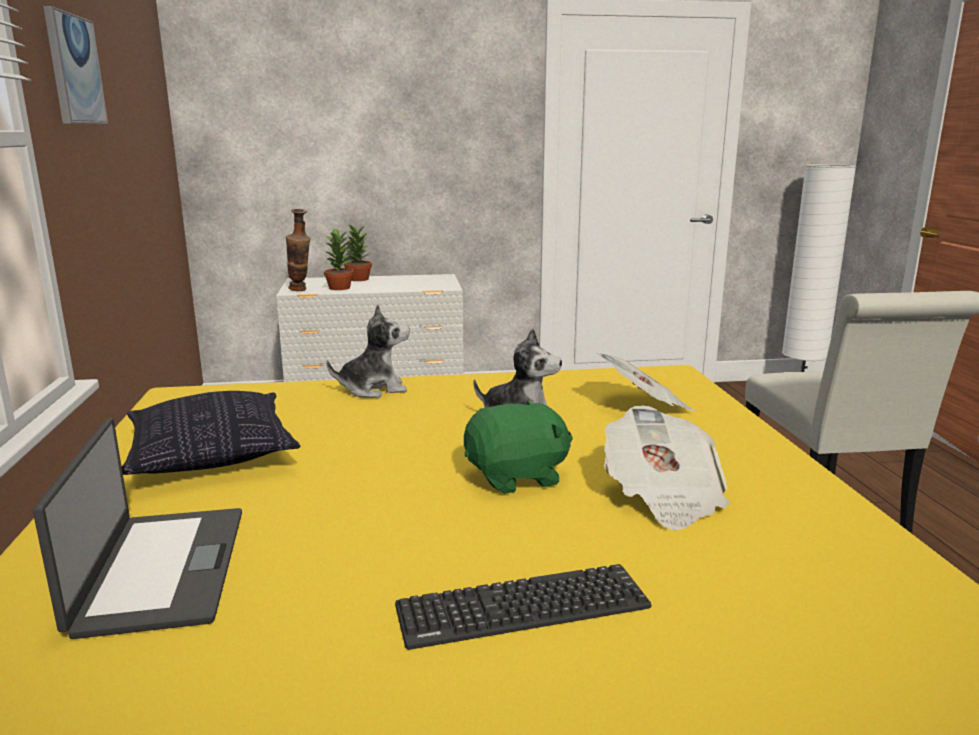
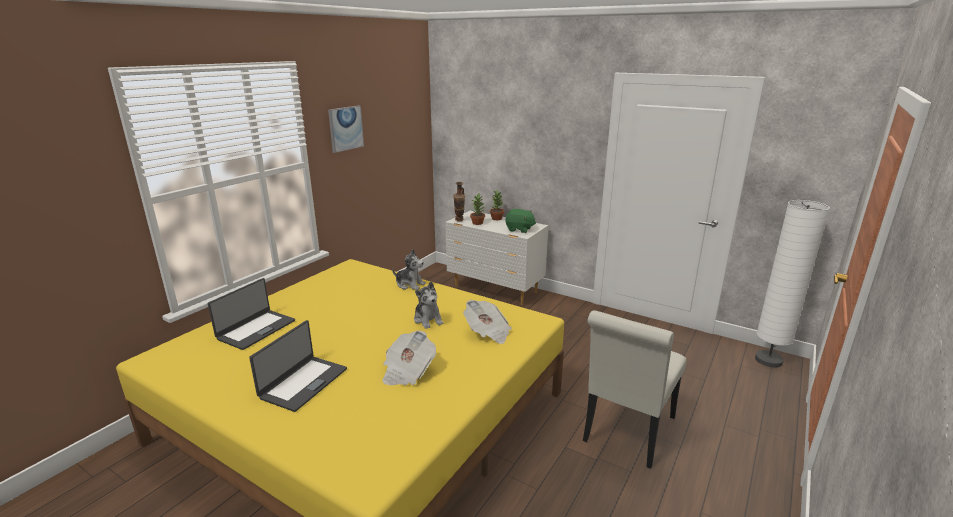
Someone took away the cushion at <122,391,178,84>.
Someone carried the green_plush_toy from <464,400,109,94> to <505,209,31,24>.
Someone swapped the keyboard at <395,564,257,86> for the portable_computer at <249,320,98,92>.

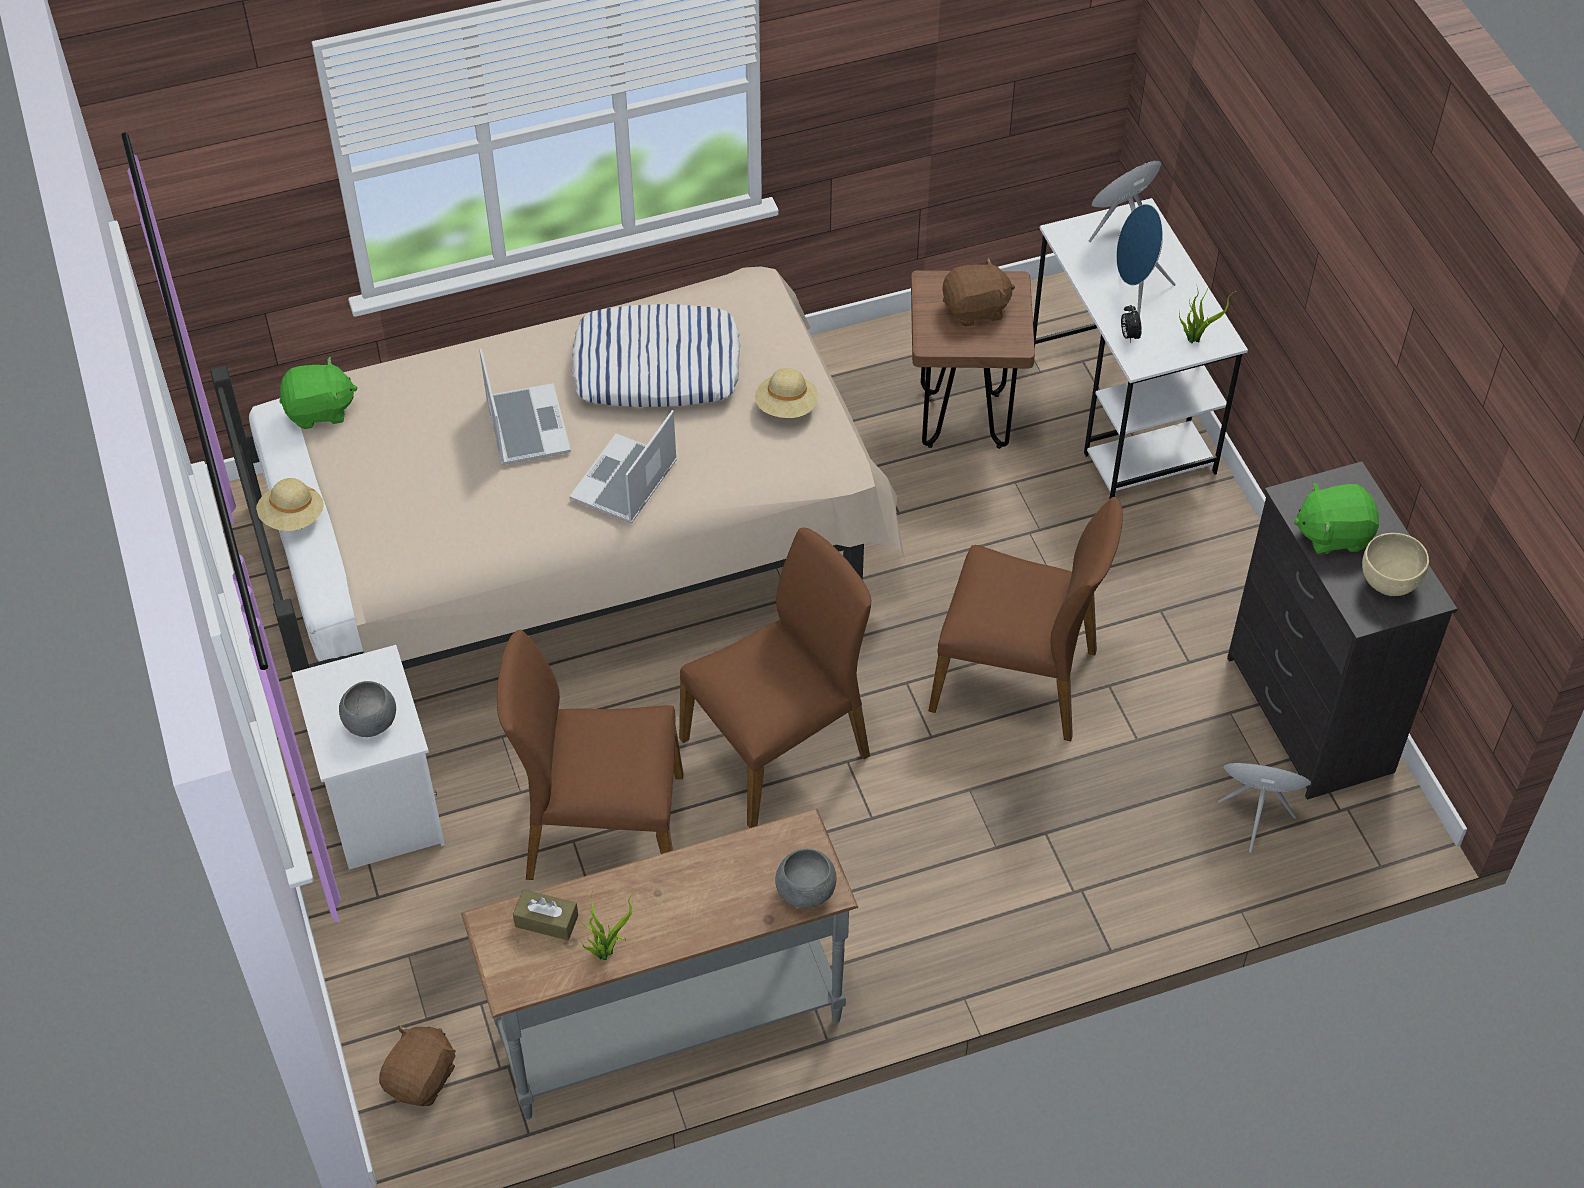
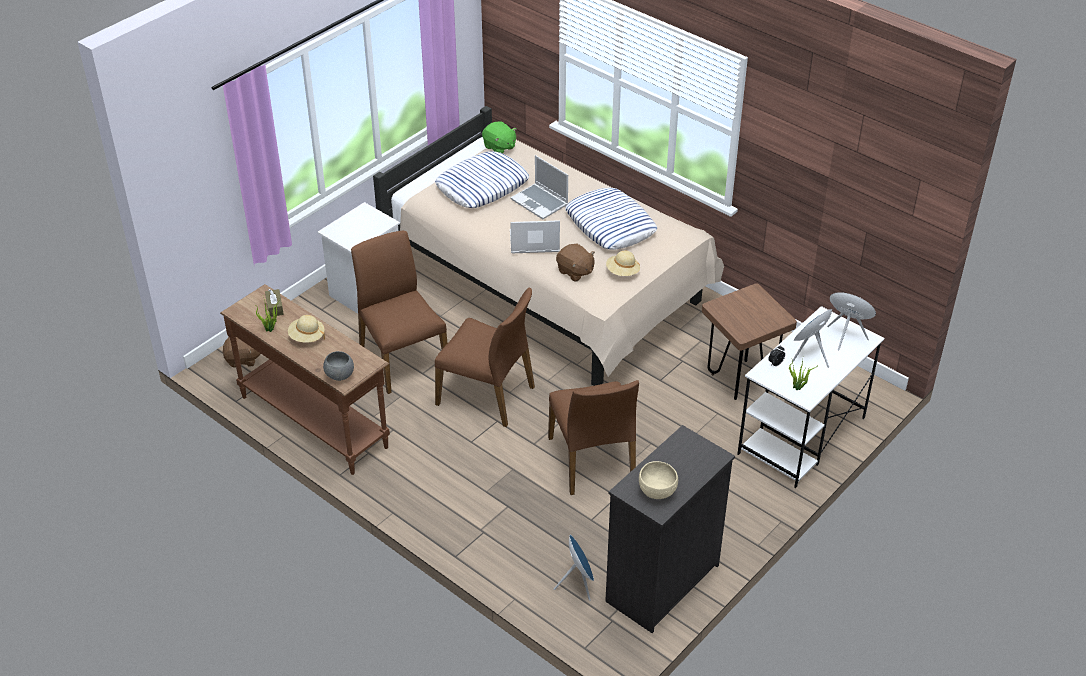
Someone took away the grey_bowl at <339,681,57,56>.
Someone took away the green_plush_toy at <1294,482,85,73>.
Someone put down the cushion at <435,151,94,57>.
Someone carried the beige-coloured_hat from <256,478,68,53> to <288,315,37,28>.
Someone carried the brownish_plush_toy from <942,257,73,70> to <556,243,39,39>.
Someone repainted the grey_narrow_table at <461,809,397,310>, which became the brownish_narrow_table at <220,284,170,191>.
Someone rotated the portable_computer at <479,349,92,116> by 90 degrees clockwise.

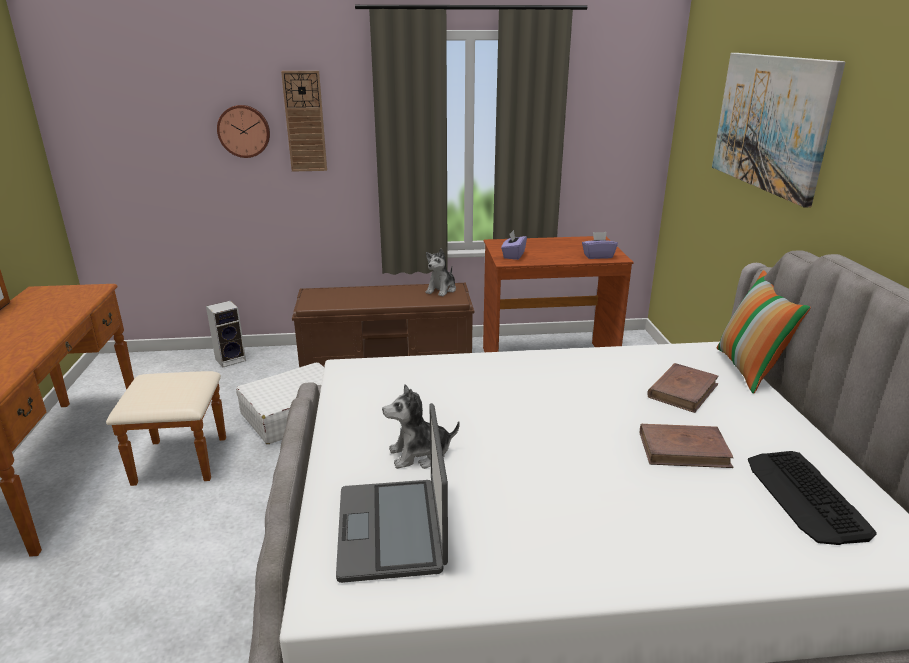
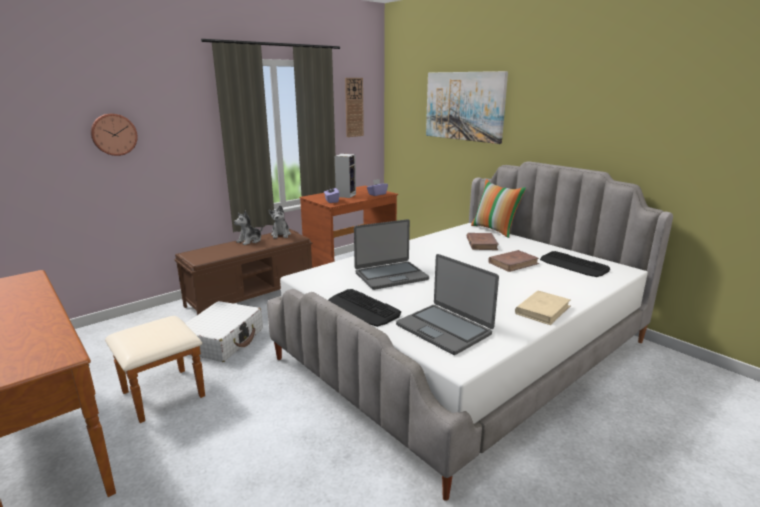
Someone put down the keyboard at <328,289,73,38>.
Someone put down the portable_computer at <354,219,75,71>.
Someone put down the beige-coloured_book at <515,290,55,35>.
Someone carried the audio_speaker from <206,301,40,66> to <335,154,21,44>.
Someone carried the hanging_clock from <281,71,46,101> to <345,78,19,59>.
Someone carried the plush_toy from <382,384,78,85> to <234,211,29,34>.

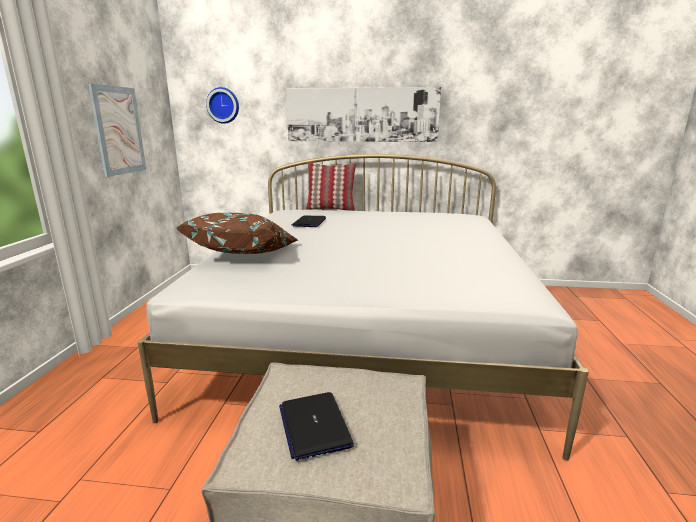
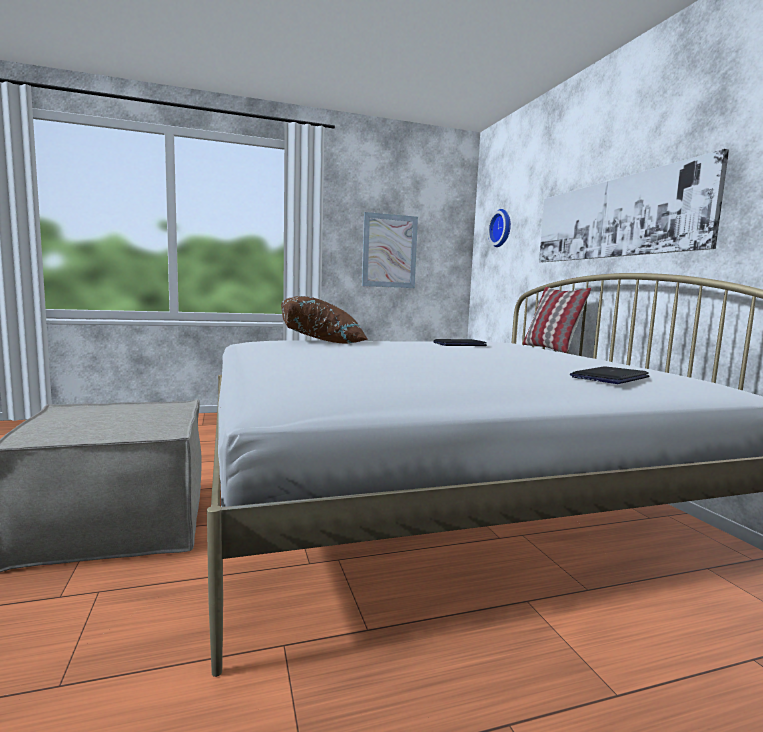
Someone carried the portable_computer from <279,392,75,69> to <570,366,79,18>.

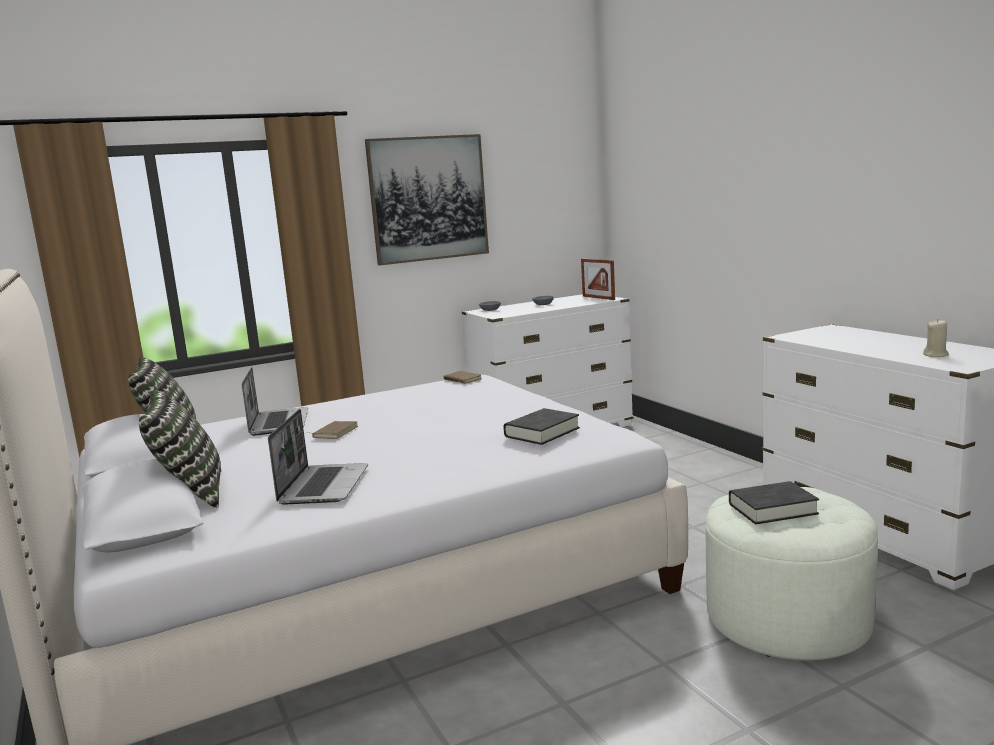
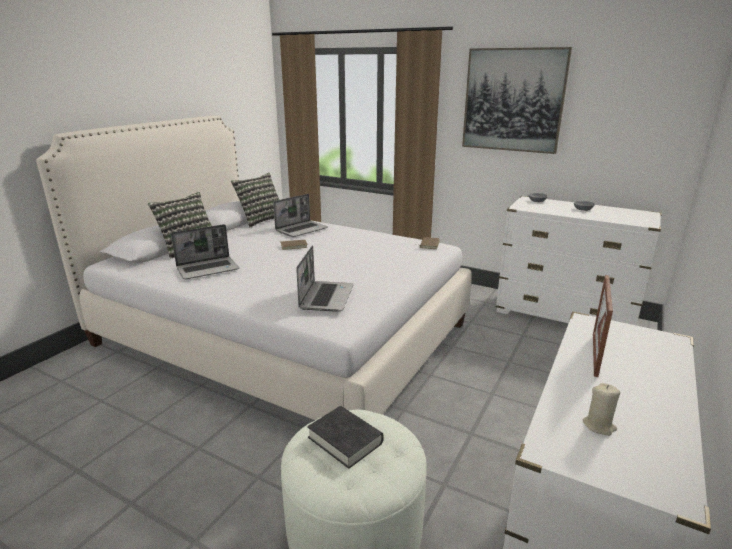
Someone carried the photo_frame from <581,259,34,41> to <593,275,20,102>.
Someone swapped the black_book at <503,408,77,37> for the portable_computer at <296,245,58,67>.

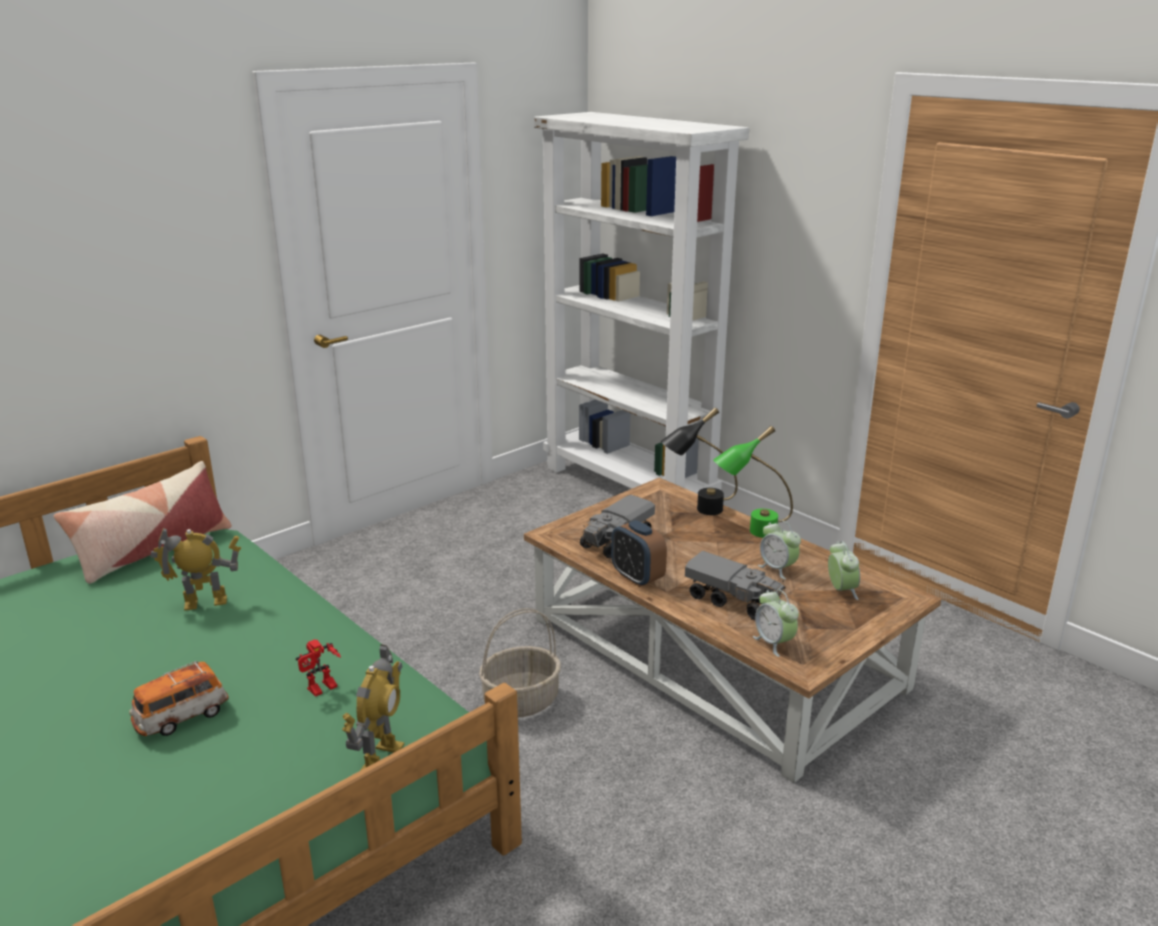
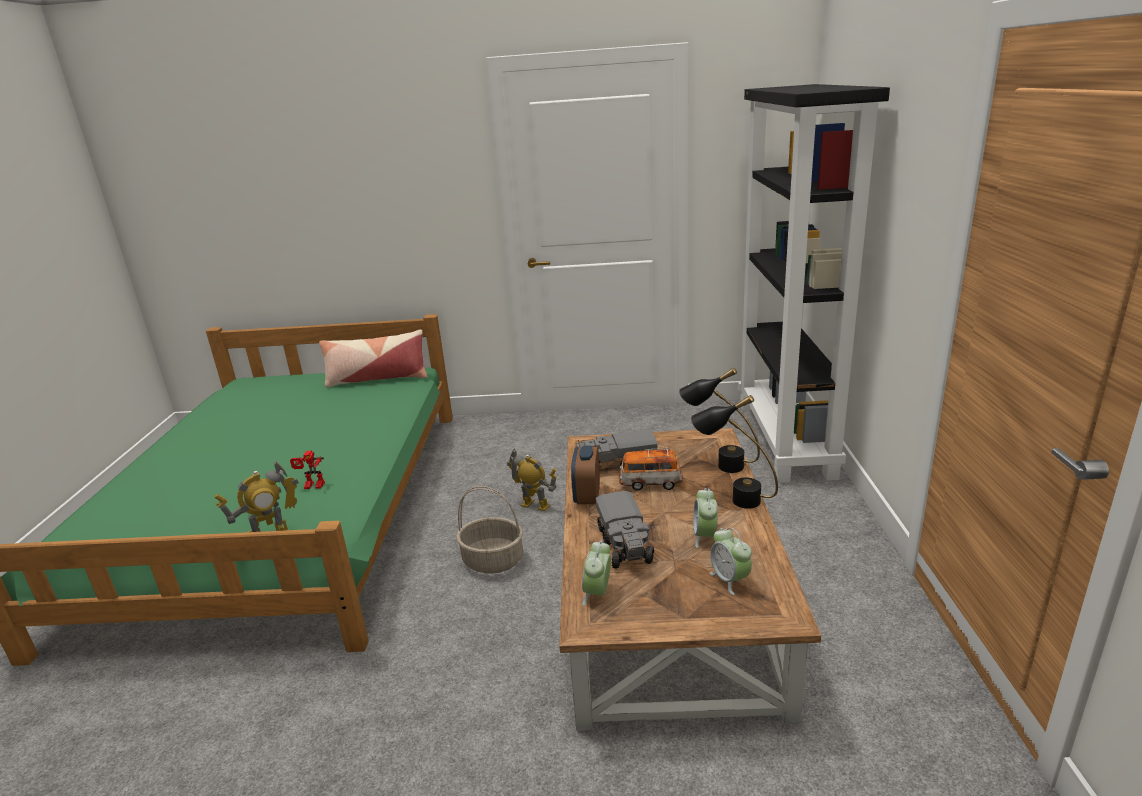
Someone carried the miniature_car from <129,661,100,75> to <619,448,64,43>.
Someone carried the model_robot from <151,527,90,84> to <507,449,50,62>.
Someone repainted the white_shelving_unit at <534,112,215,382>, which became the black_shelving_unit at <738,84,152,399>.
Someone repainted the green_table_lamp at <713,426,80,112>, which became the black_table_lamp at <691,395,87,114>.
Someone rotated the table_clock at <828,541,32,59> by 120 degrees clockwise.

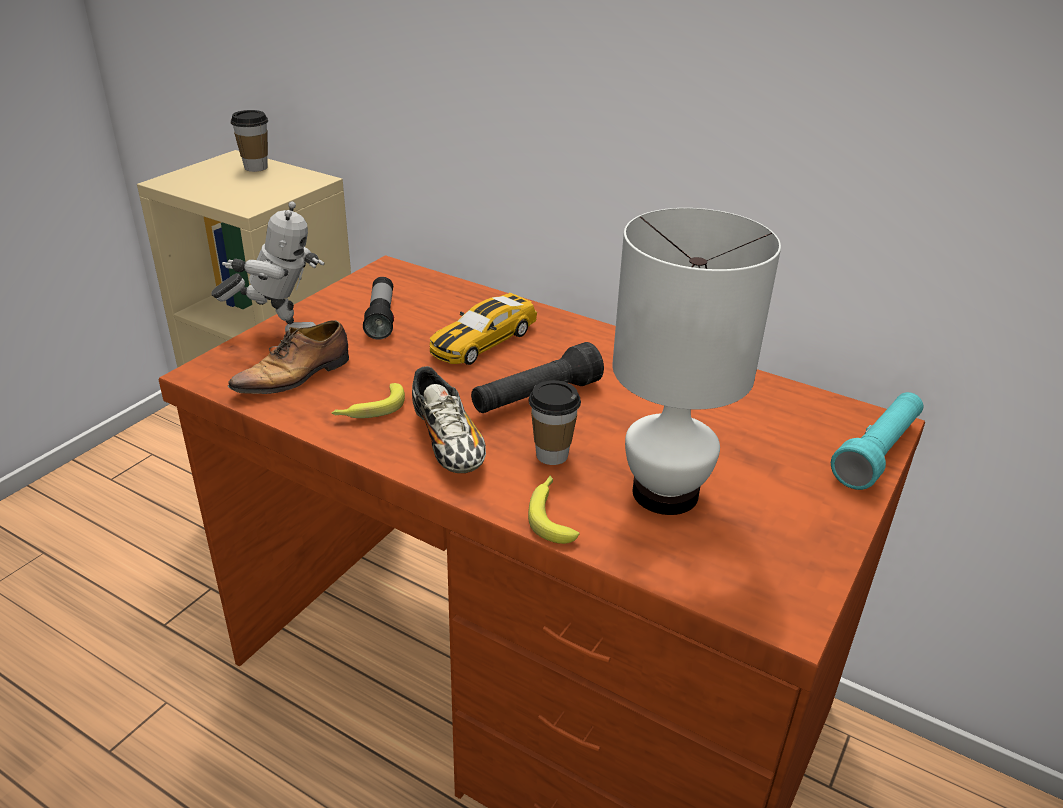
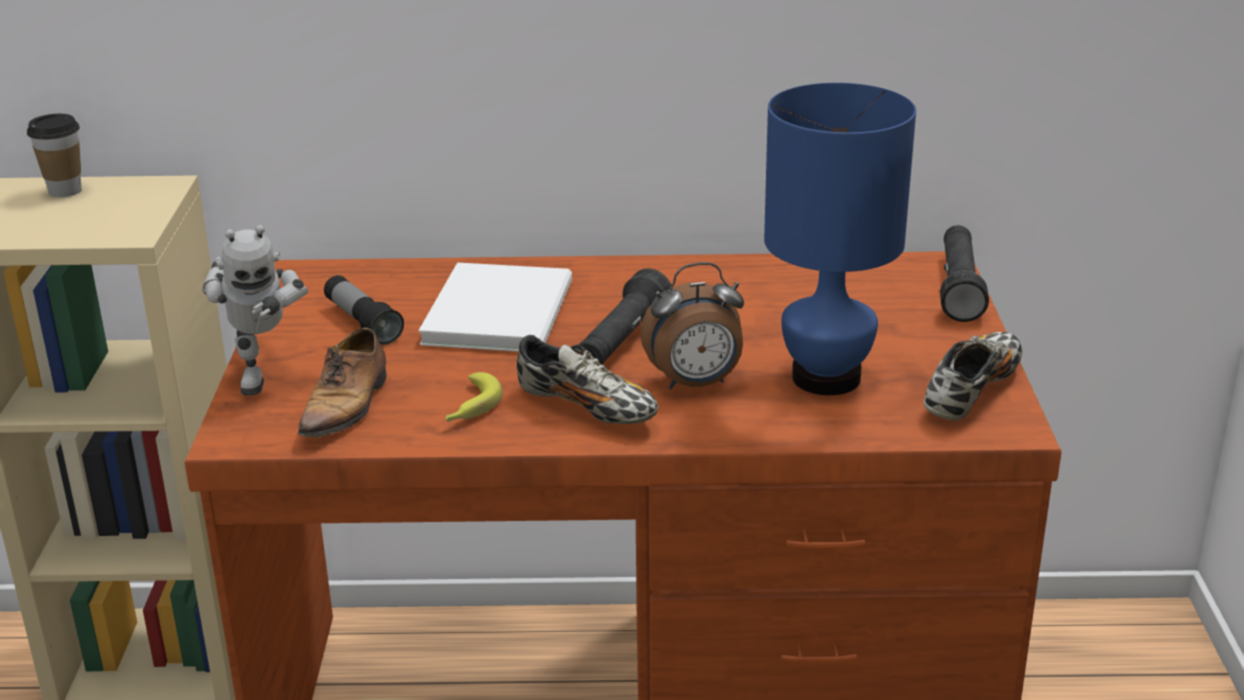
Someone took away the banana at <528,475,52,69>.
Someone put down the shoe at <924,332,98,89>.
Someone swapped the miniature_car at <430,292,107,73> for the white_book at <418,262,154,90>.
Someone swapped the small_cup at <528,380,53,85> for the table_clock at <640,262,104,127>.
Someone repainted the white_table_lamp at <612,208,169,307>, which became the bluish_table_lamp at <764,83,152,312>.
Someone repainted the blue-green_hand_torch at <831,392,92,98>, which became the black_hand_torch at <940,225,49,97>.
Someone rotated the model_robot at <211,201,113,131> by 105 degrees clockwise.

